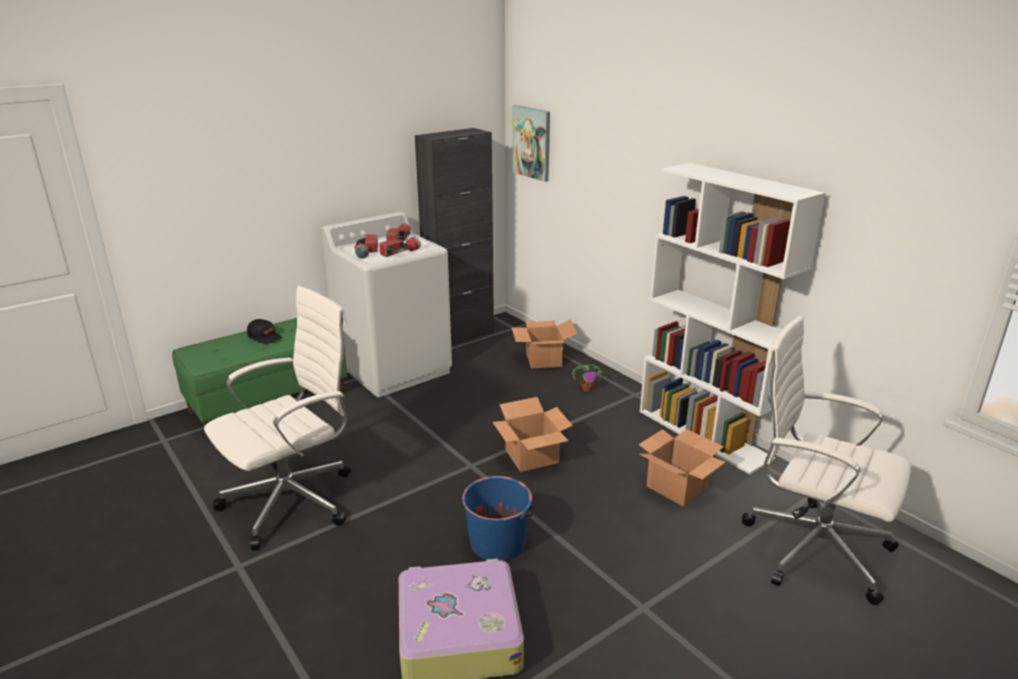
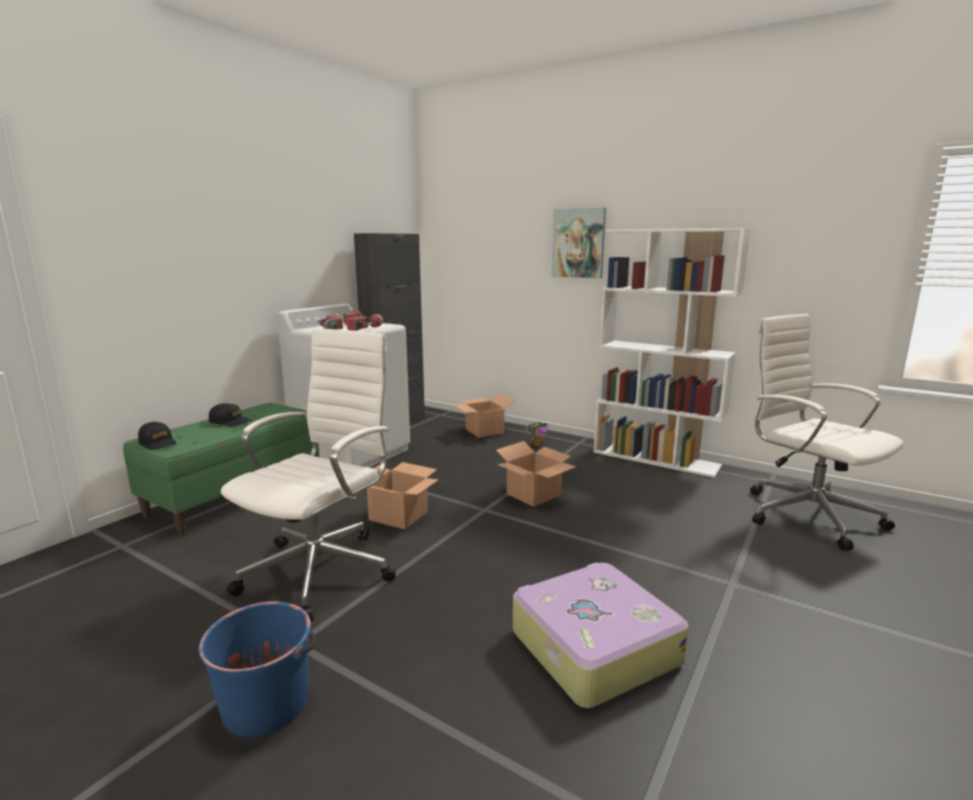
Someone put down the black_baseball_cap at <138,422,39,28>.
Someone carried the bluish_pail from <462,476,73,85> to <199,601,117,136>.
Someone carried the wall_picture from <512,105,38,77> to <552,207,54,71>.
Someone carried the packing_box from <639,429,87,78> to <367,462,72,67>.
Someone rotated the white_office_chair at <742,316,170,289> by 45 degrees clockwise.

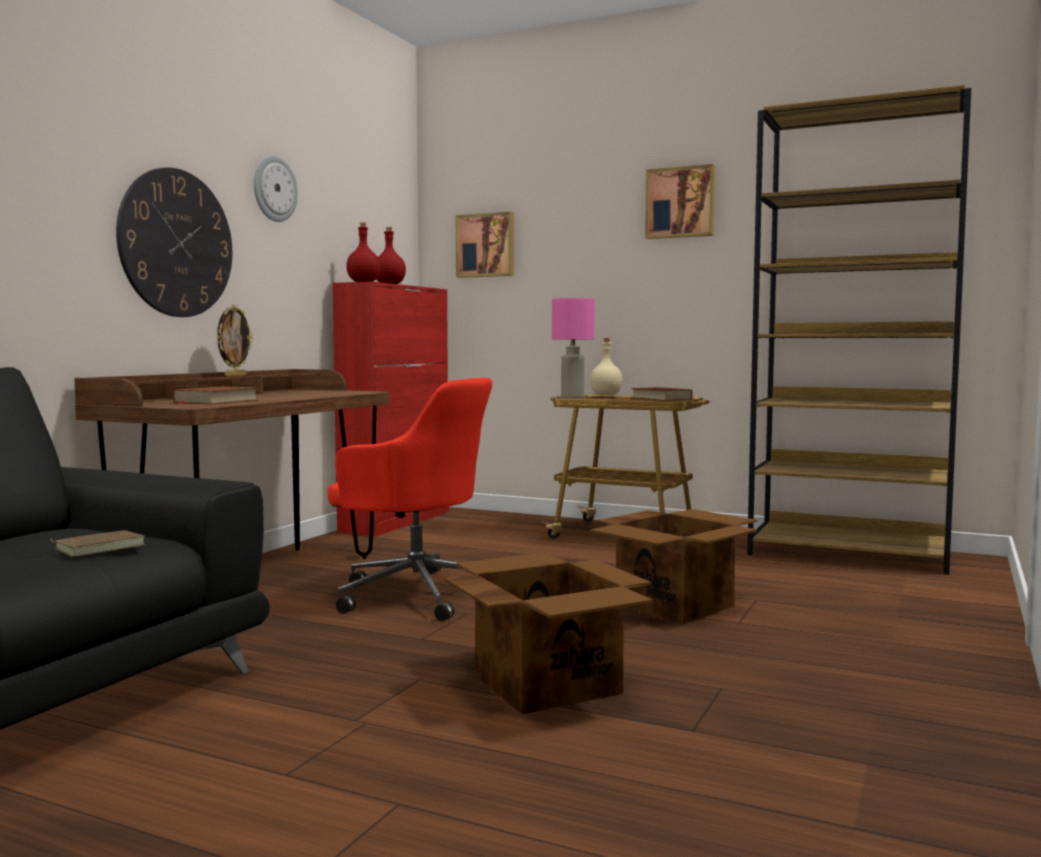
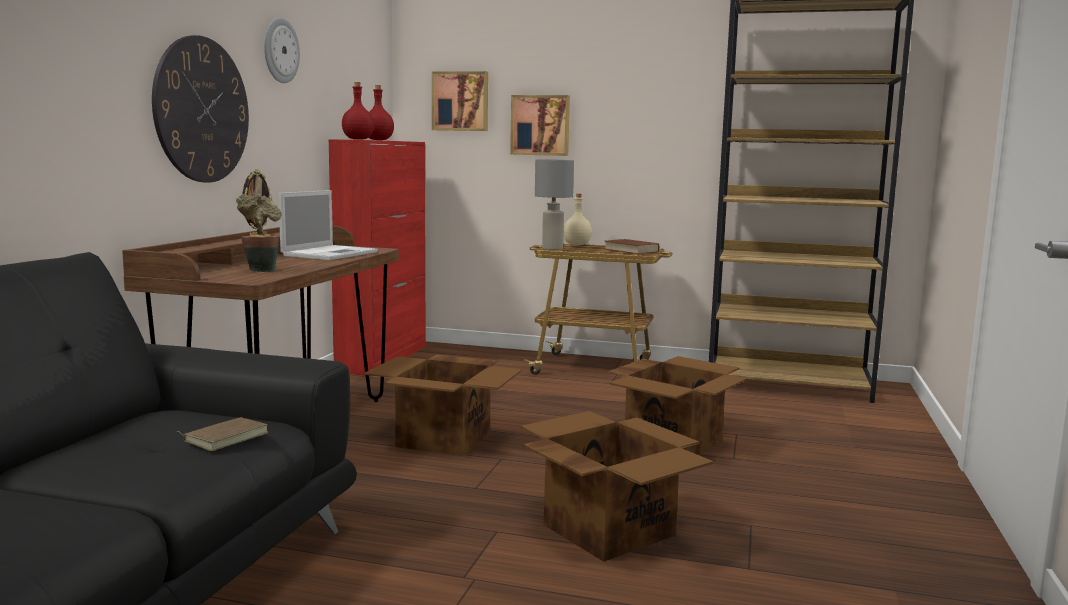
Someone put down the portable_computer at <279,190,99,70>.
Someone carried the wall_picture from <645,164,70,75> to <510,95,60,61>.
Someone swapped the brownish_book at <173,386,85,19> for the plant_in_a_pot at <236,193,46,79>.
Someone swapped the red_office_chair at <328,378,164,243> for the packing_box at <364,354,158,102>.
Someone repainted the pink-coloured_table_lamp at <552,298,43,100>, which became the grey_table_lamp at <535,159,39,91>.

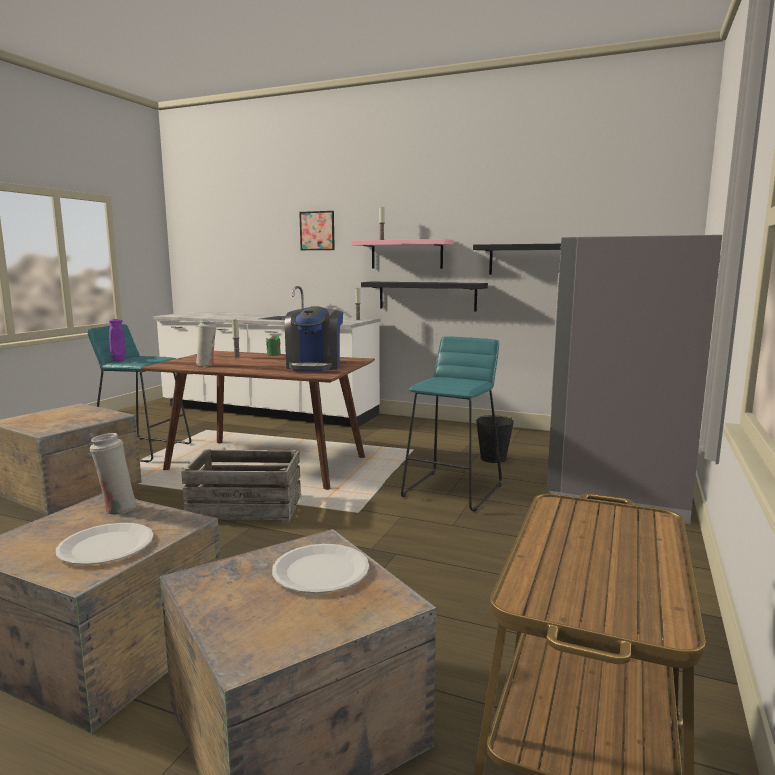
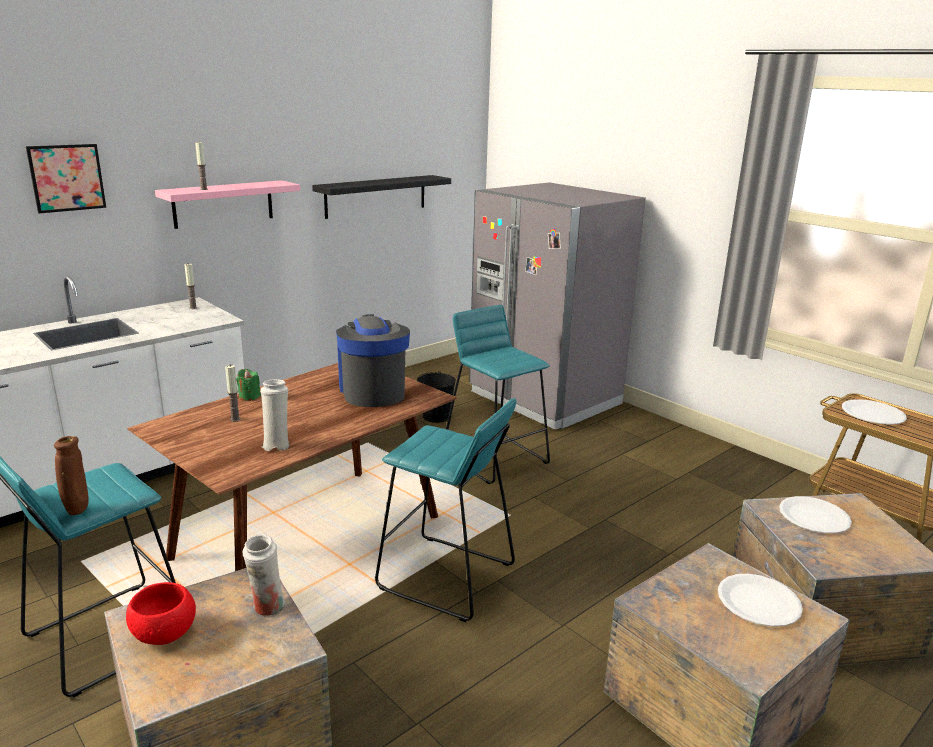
Someone took away the black_bracket_shelf at <361,282,127,29>.
Someone put down the red_bowl at <126,582,70,63>.
Someone put down the white_dinner_plate at <842,399,65,26>.
Someone carried the white_flower_vase from <90,433,47,82> to <243,534,44,82>.
Someone swapped the crate at <181,449,120,74> for the blue-green_sitting_stool at <375,398,141,224>.
Someone repainted the purplish_flower_vase at <109,319,17,42>, which became the brownish_flower_vase at <54,436,35,79>.
Someone rotated the coffee_brewer at <285,306,58,65> by 135 degrees counterclockwise.

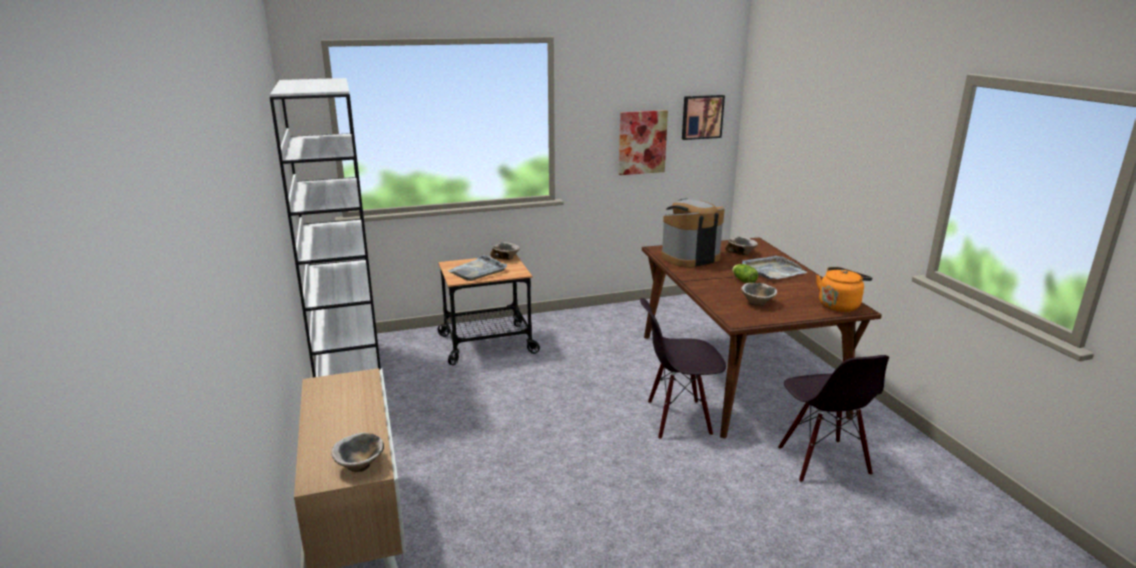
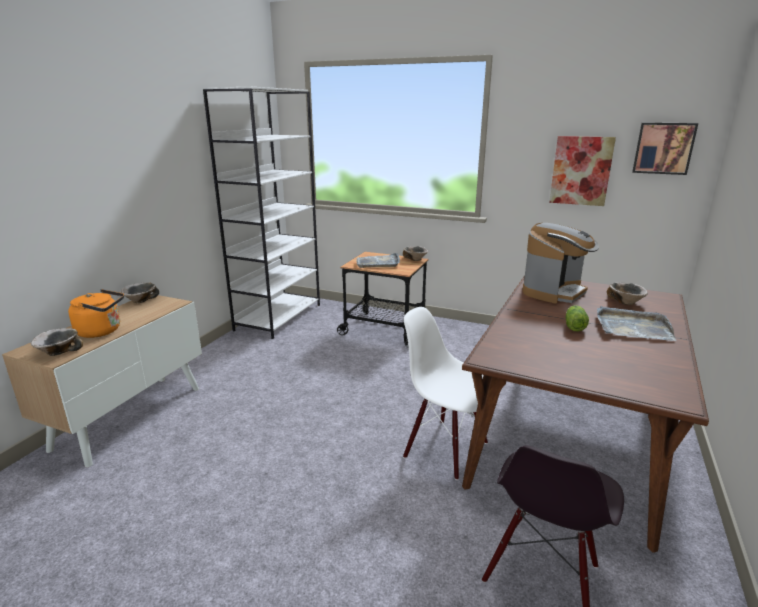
Someone carried the bowl from <741,283,36,23> to <121,282,38,21>.
Someone carried the orange-coloured_water_kettle from <816,267,56,45> to <68,289,56,49>.
Someone repainted the black_plain_chair at <640,298,86,141>, which became the white_plain_chair at <403,307,85,173>.
Someone rotated the coffee_brewer at <661,198,64,70> by 120 degrees clockwise.

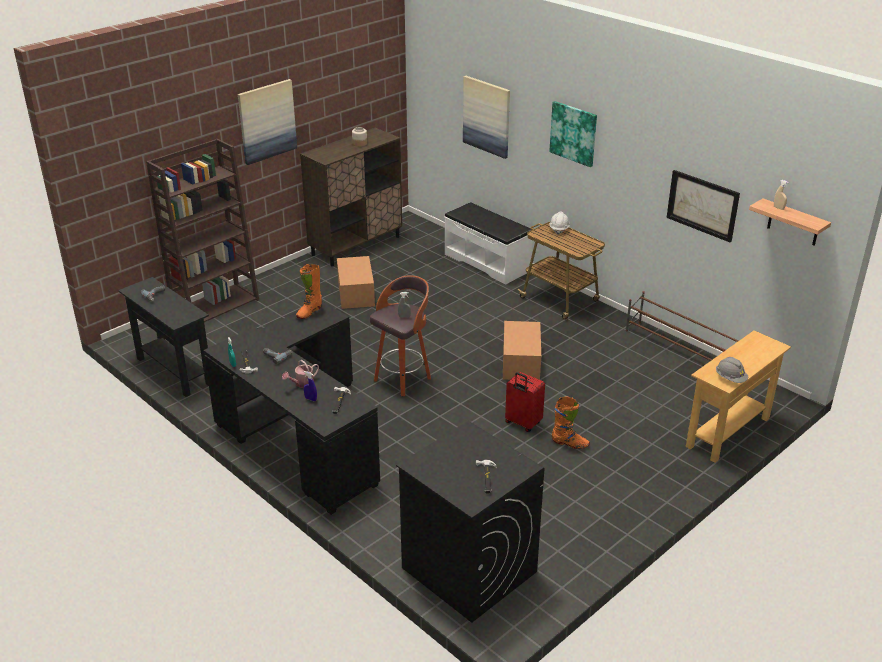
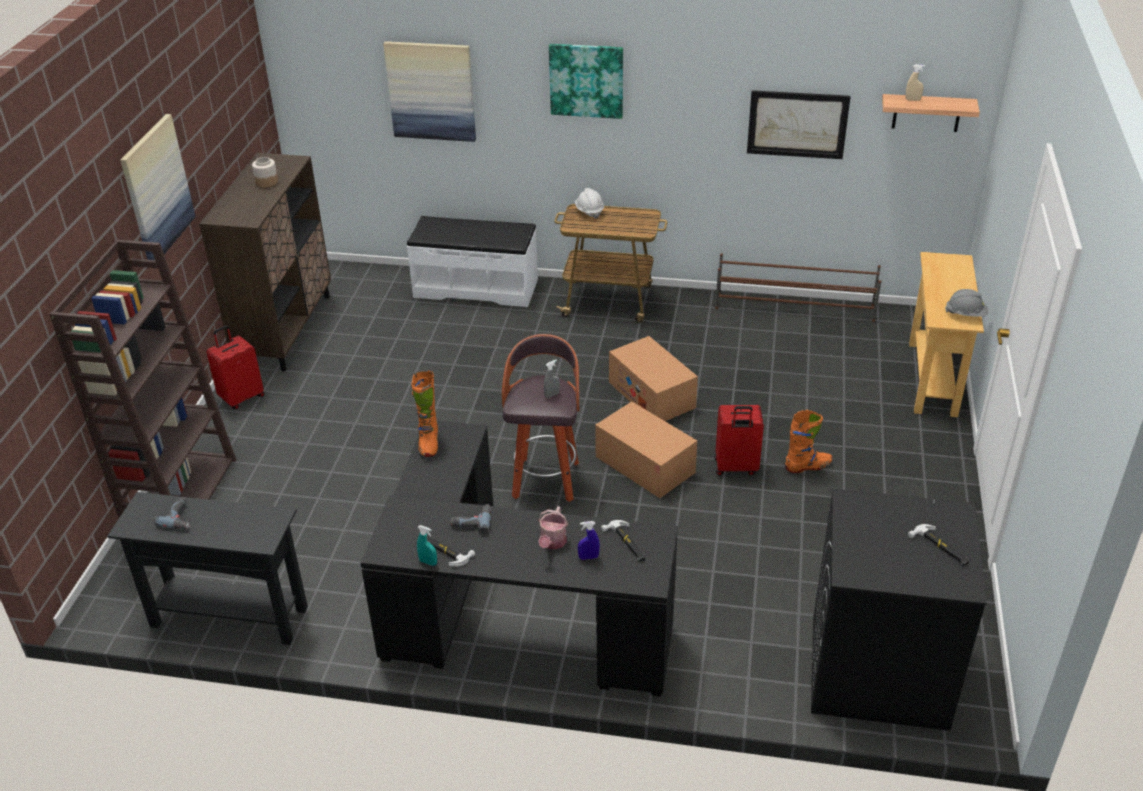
Someone put down the red_travel_case at <206,325,59,84>.
Someone carried the packing_box from <337,256,38,53> to <595,401,102,97>.

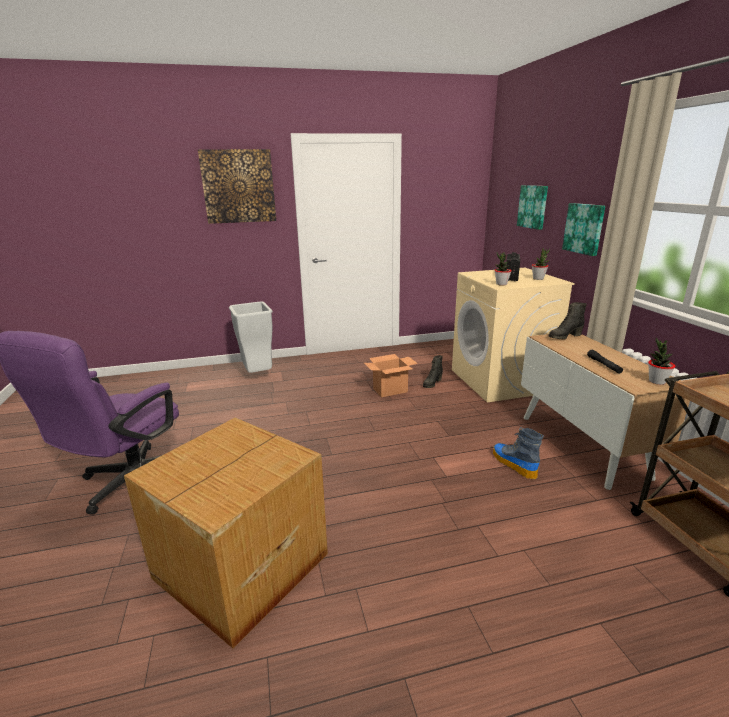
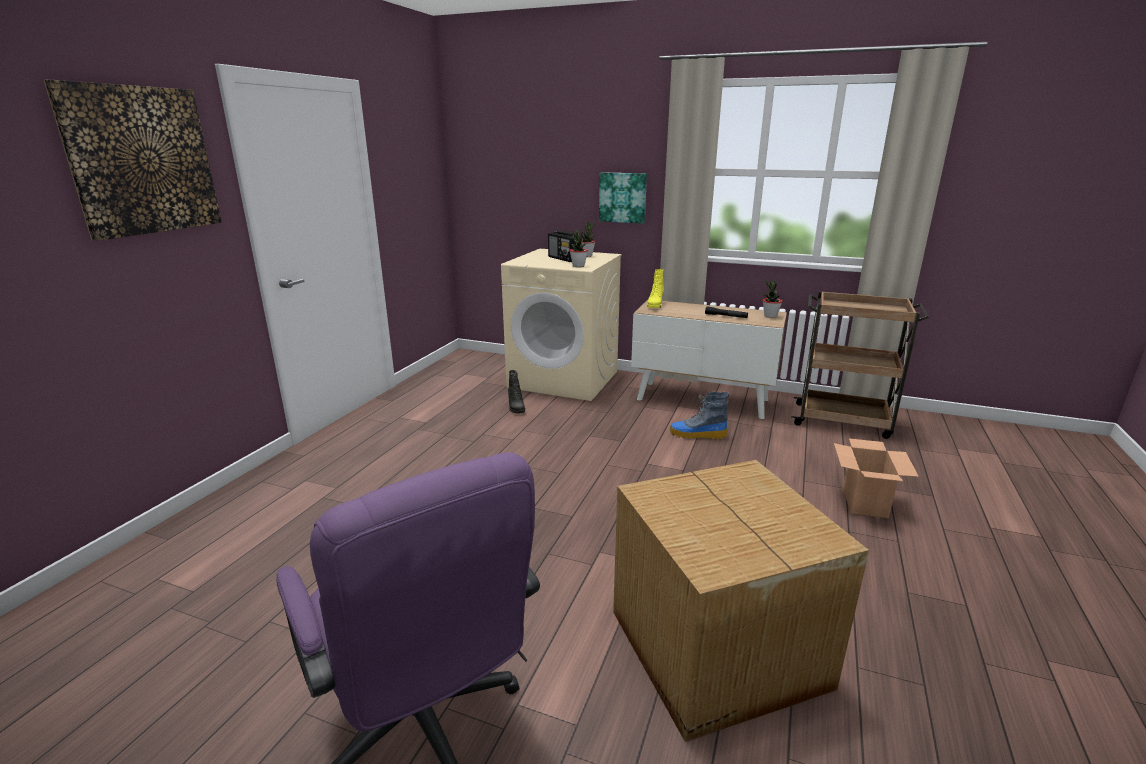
Someone took away the grey_rubbish_bin at <229,302,44,71>.
Someone took away the wall_picture at <517,185,31,45>.
Someone carried the packing_box from <364,354,54,43> to <834,438,85,80>.
Someone repainted the black_boot at <549,302,38,37>, which became the yellow-coloured_boot at <647,269,17,39>.

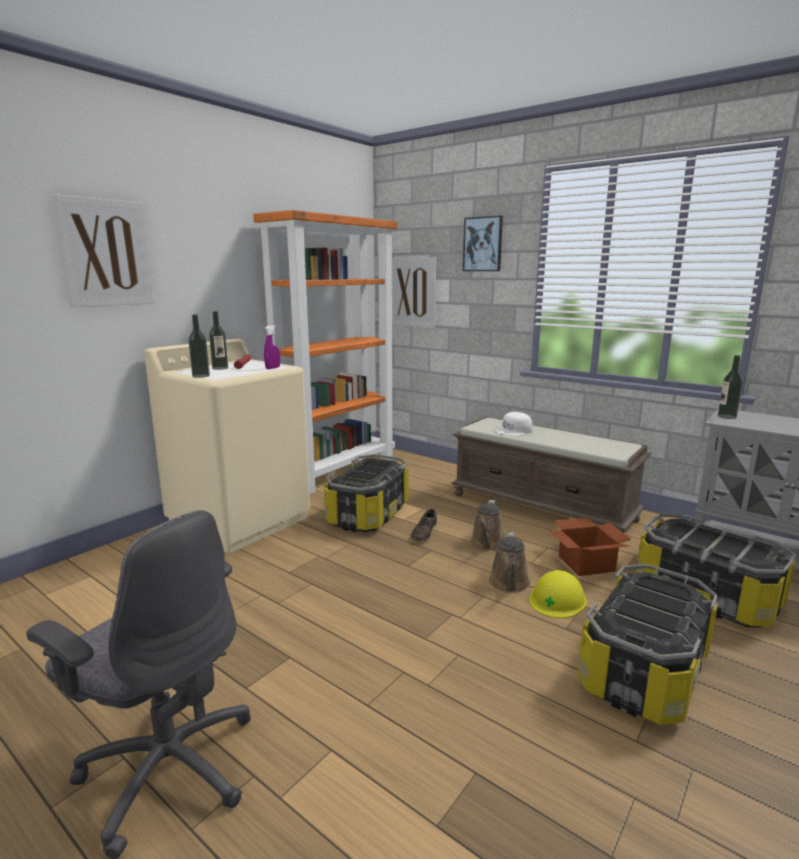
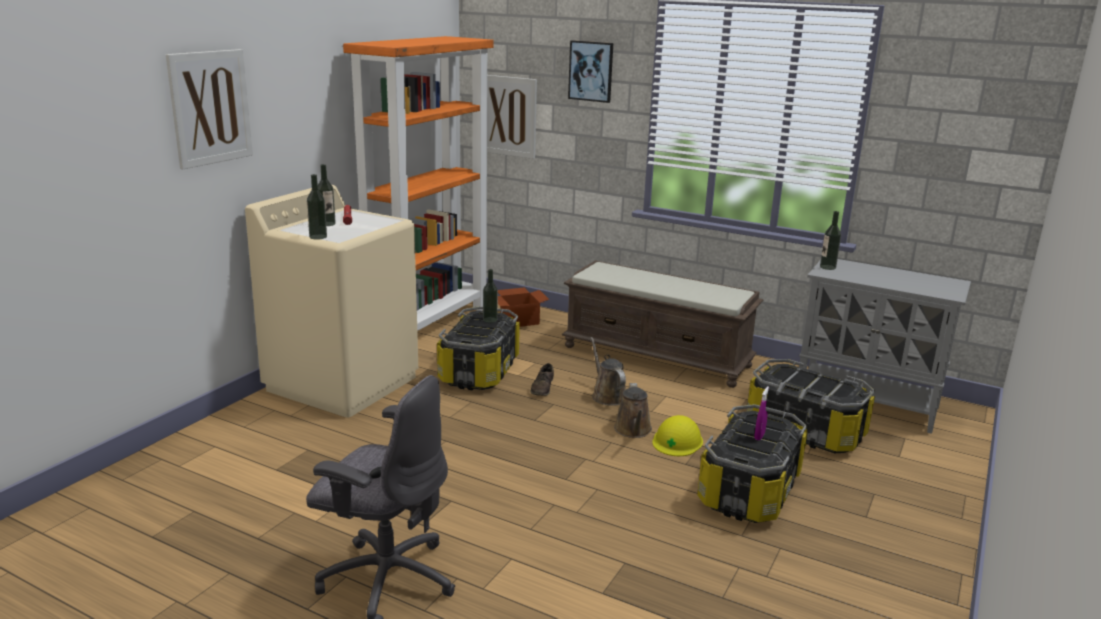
Someone took away the white_baseball_cap at <494,412,39,24>.
Someone put down the beverage_bottle at <483,269,15,54>.
Someone carried the purplish_spray_bottle from <264,325,16,44> to <754,386,15,54>.
Someone carried the packing_box from <549,517,82,59> to <498,287,51,40>.
Someone rotated the brownish_watering_pot at <470,500,35,51> by 150 degrees clockwise.

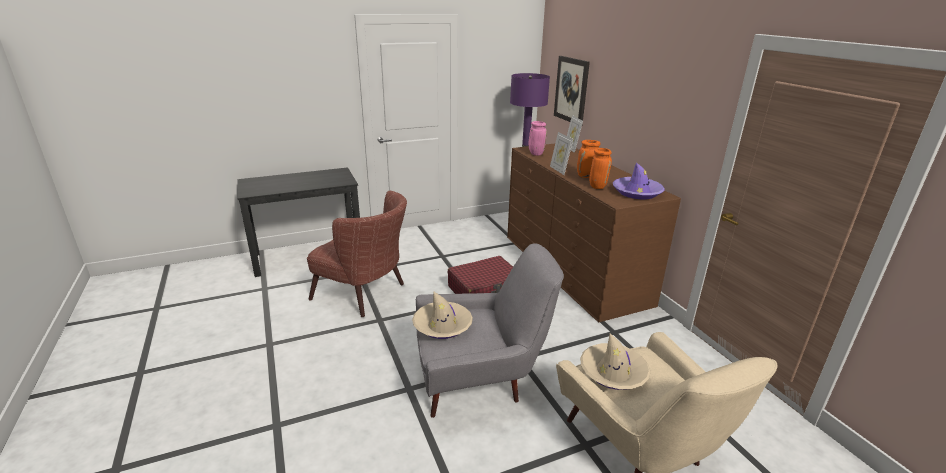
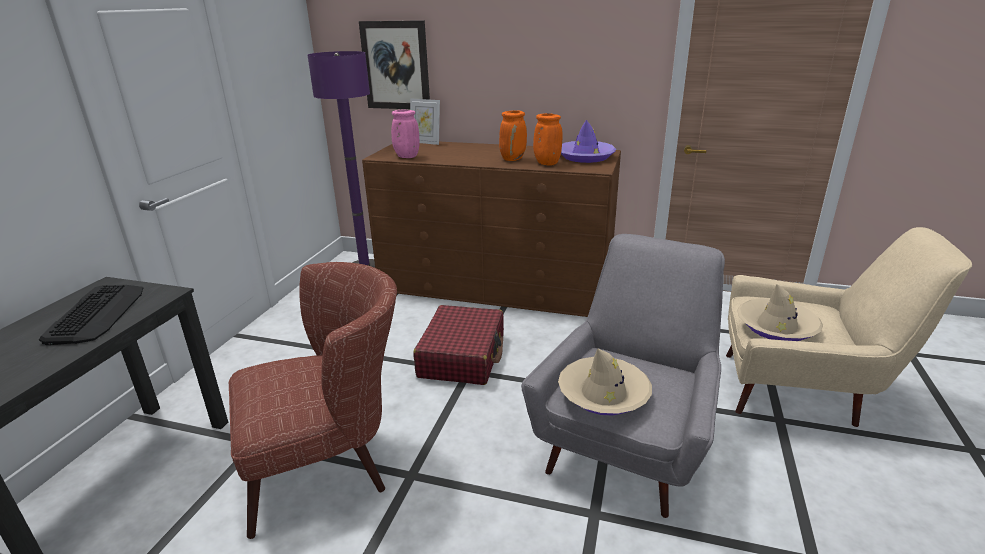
Someone took away the photo_frame at <550,132,23,43>.
Someone put down the keyboard at <39,285,104,60>.

